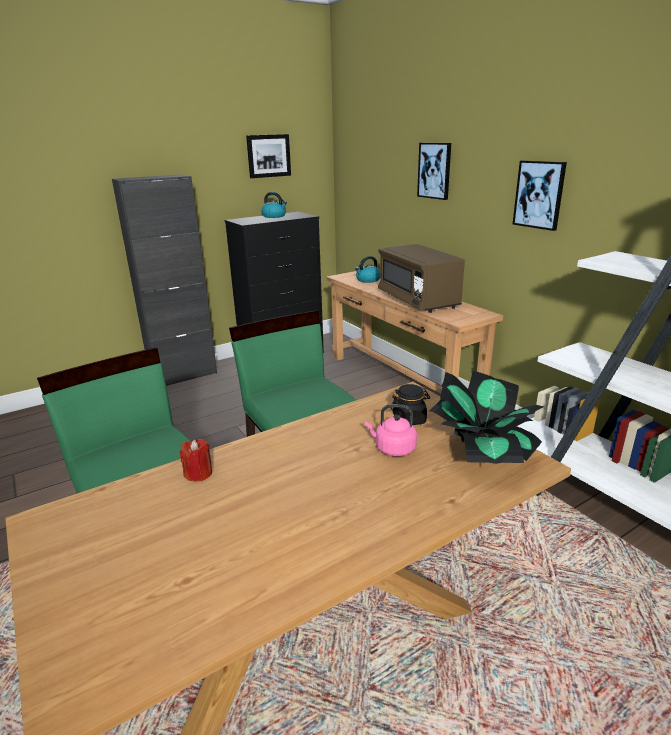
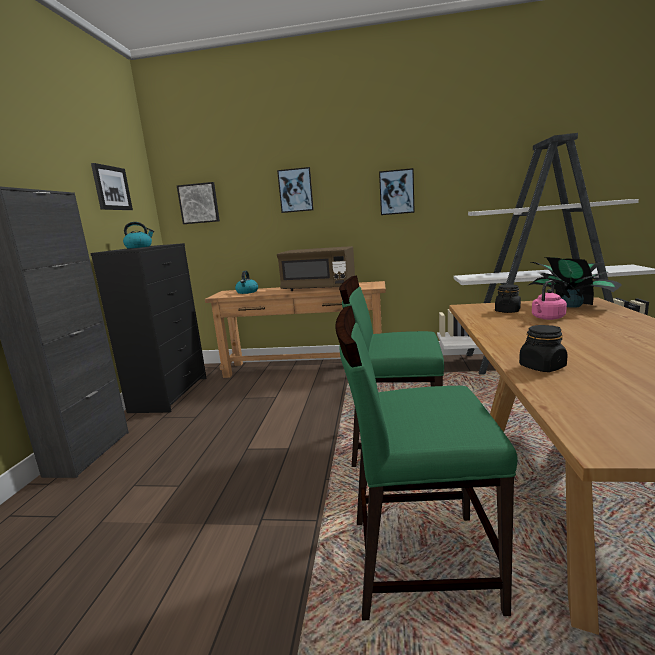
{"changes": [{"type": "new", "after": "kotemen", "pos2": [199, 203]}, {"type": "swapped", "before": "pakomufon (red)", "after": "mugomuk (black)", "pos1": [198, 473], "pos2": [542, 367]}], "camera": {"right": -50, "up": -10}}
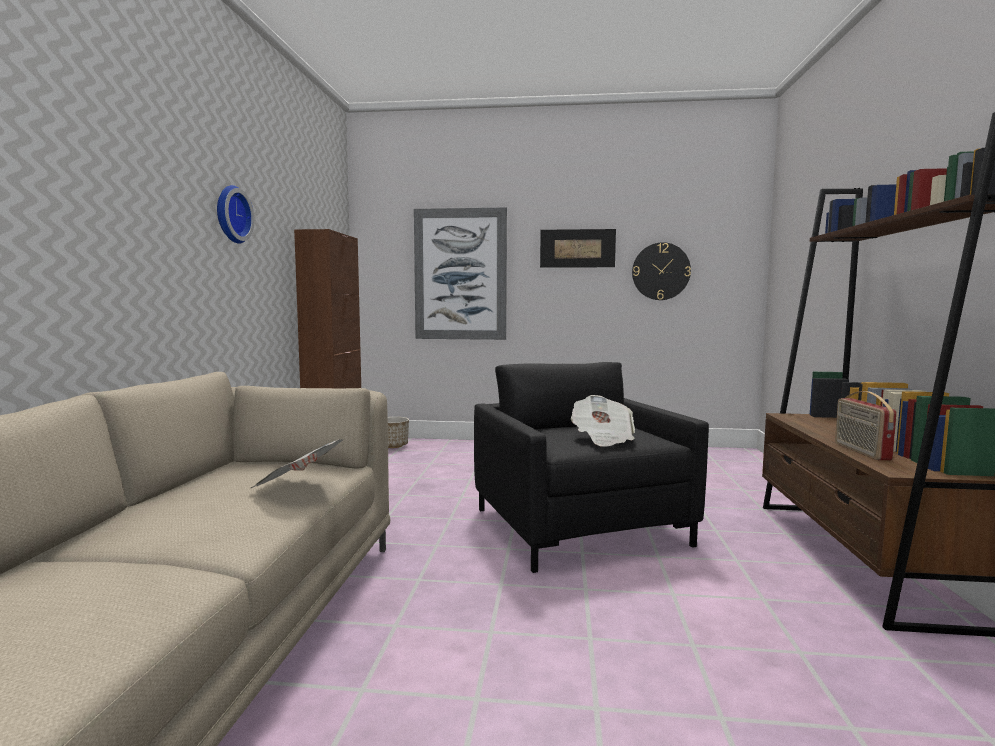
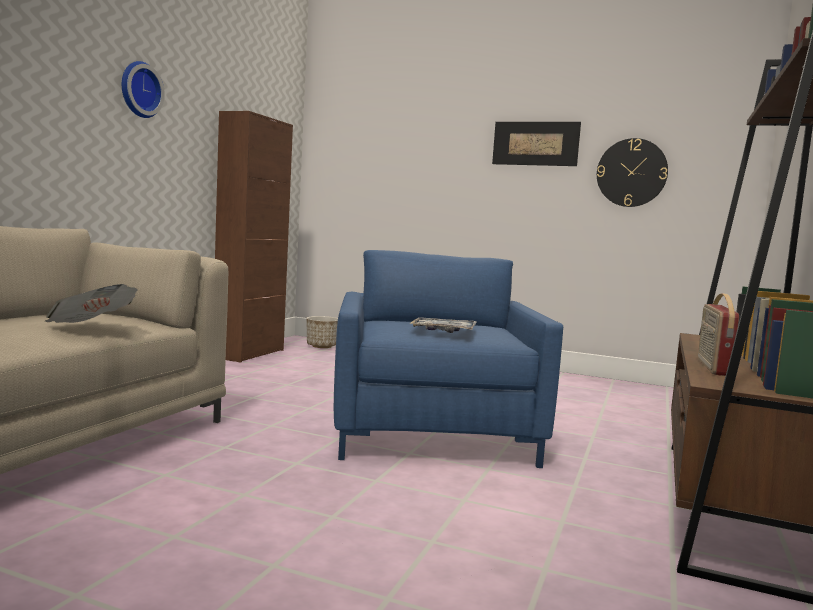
{"changes": [{"type": "repainted", "before": "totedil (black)", "after": "totedil (blue)", "pos1": [579, 527], "pos2": [432, 433]}, {"type": "swapped", "before": "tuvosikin", "after": "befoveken", "pos1": [602, 438], "pos2": [443, 331]}, {"type": "gone", "before": "kotemen", "pos1": [460, 274]}], "camera": {"right": 15, "up": 0}}
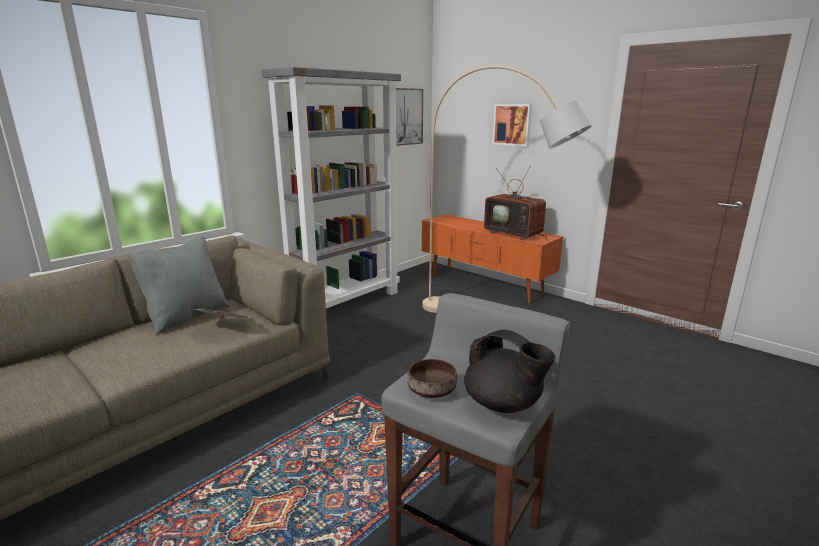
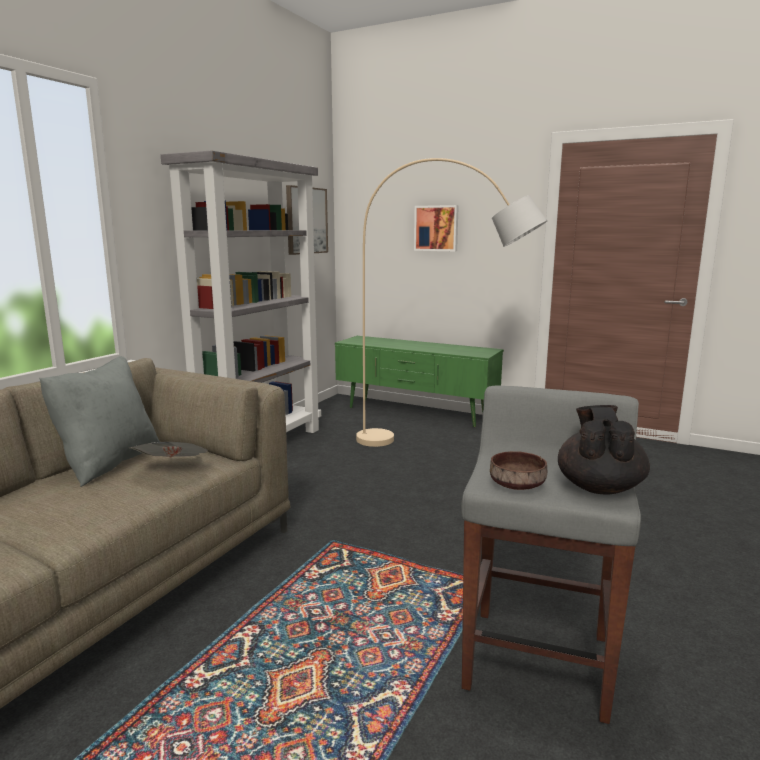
{"changes": [{"type": "repainted", "before": "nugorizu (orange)", "after": "nugorizu (green)", "pos1": [484, 284], "pos2": [415, 413]}, {"type": "rotated", "before": "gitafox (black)", "pos1": [503, 404], "pos2": [599, 487], "turn": -105}, {"type": "gone", "before": "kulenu", "pos1": [515, 234]}], "camera": {"right": -15, "up": -5}}
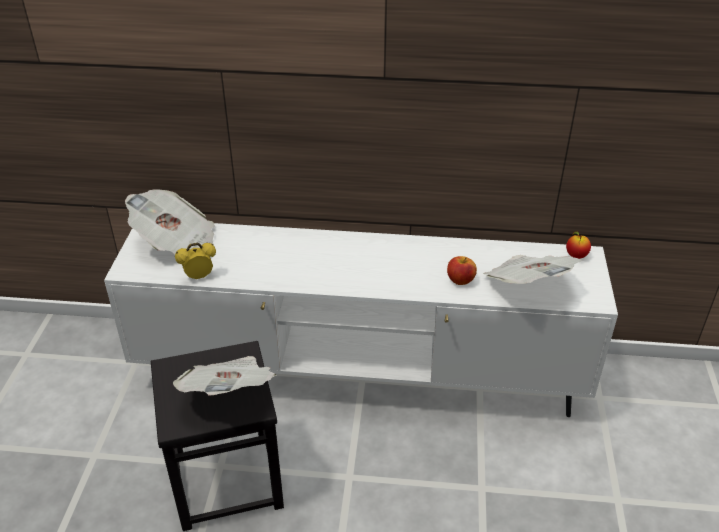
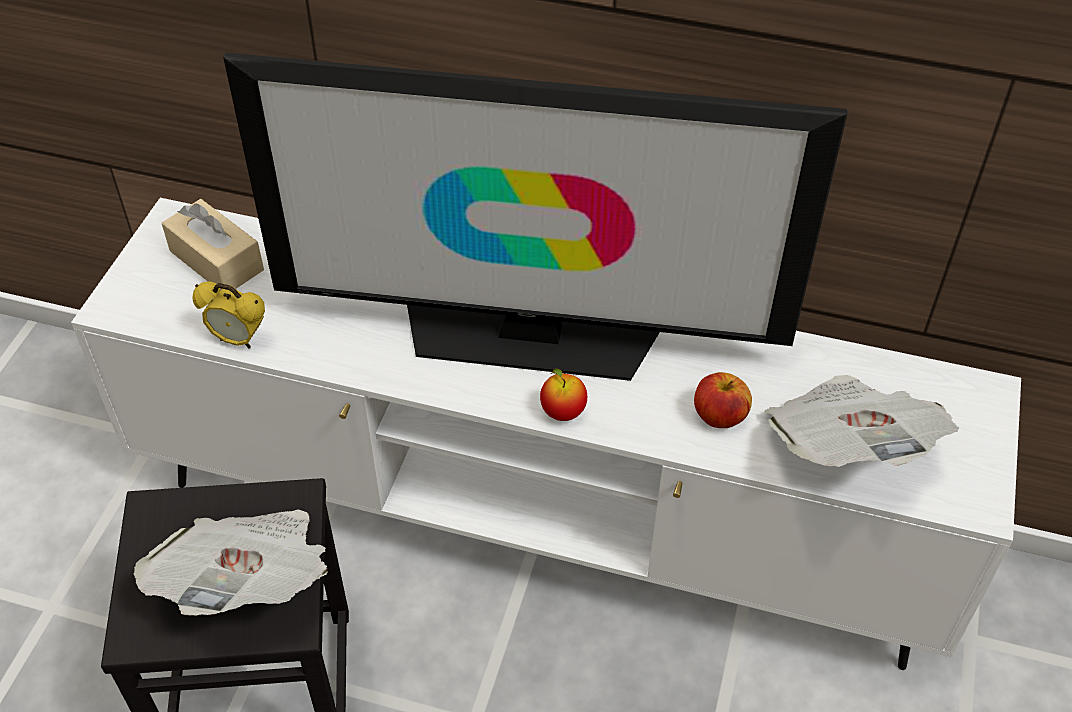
{"changes": [{"type": "swapped", "before": "tuvosikin", "after": "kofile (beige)", "pos1": [177, 243], "pos2": [216, 260]}, {"type": "rotated", "before": "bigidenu", "pos1": [199, 277], "pos2": [238, 340], "turn": -150}, {"type": "new", "after": "kulenu", "pos2": [530, 334]}, {"type": "shifted", "before": "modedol", "pos1": [576, 256], "pos2": [562, 412]}], "camera": {"right": 10, "up": 10}}
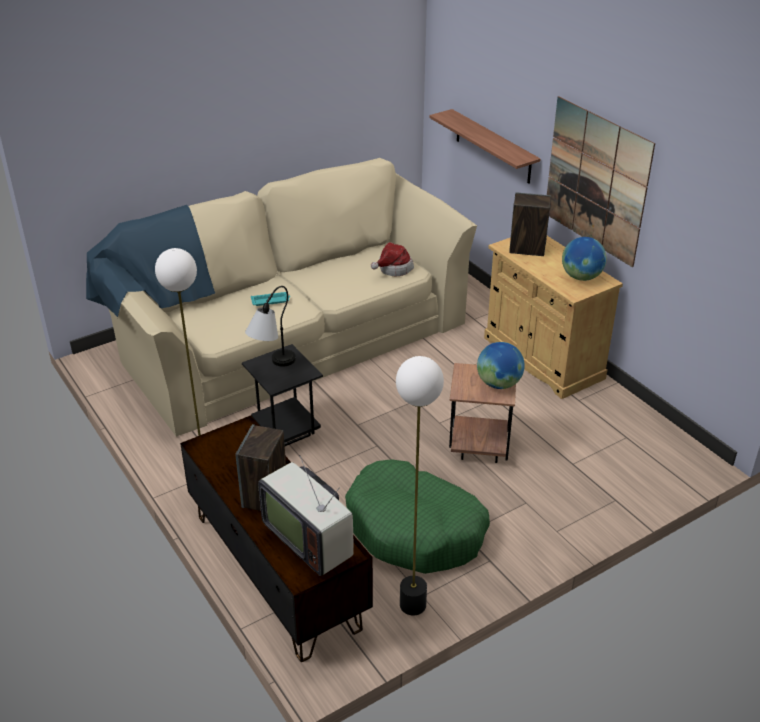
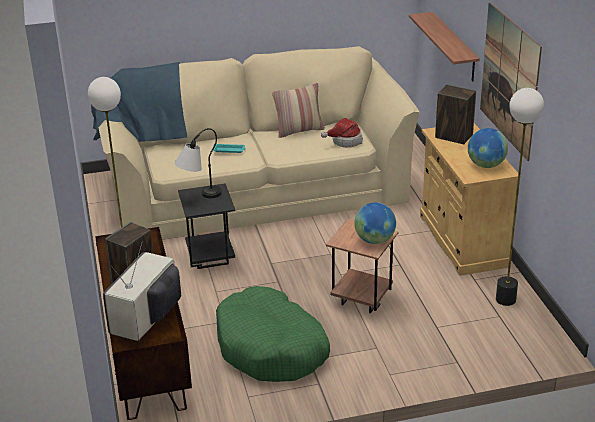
{"changes": [{"type": "rotated", "before": "kulenu", "pos1": [310, 538], "pos2": [148, 318], "turn": 45}, {"type": "new", "after": "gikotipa", "pos2": [299, 131]}, {"type": "shifted", "before": "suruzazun", "pos1": [413, 604], "pos2": [506, 299]}], "camera": {"right": 20, "up": -5}}
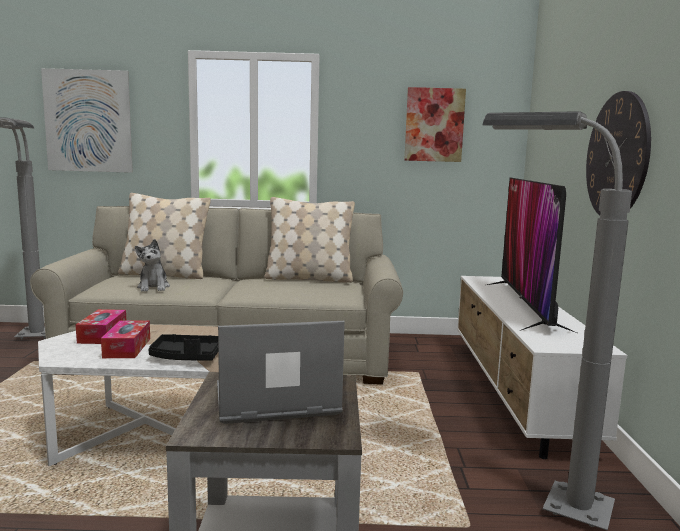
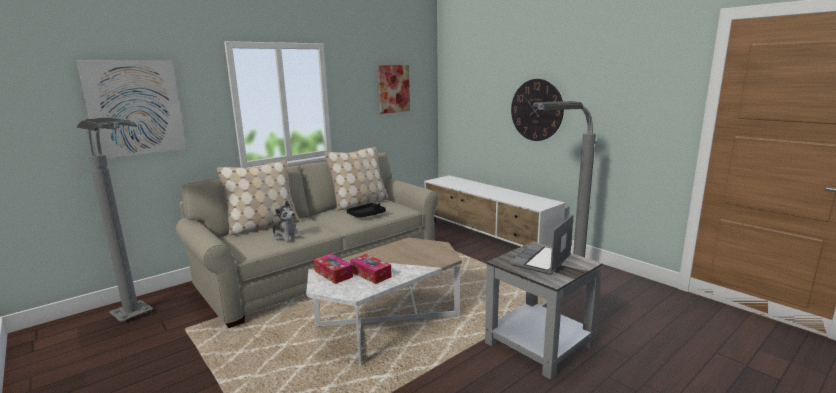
{"changes": [{"type": "shifted", "before": "befoveken (black)", "pos1": [186, 357], "pos2": [366, 215]}, {"type": "gone", "before": "kulenu", "pos1": [526, 305]}], "camera": {"right": -40, "up": 5}}
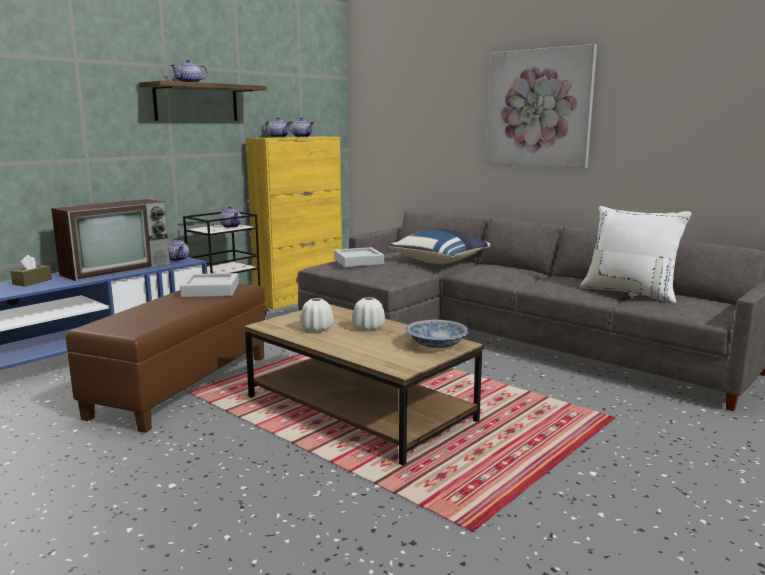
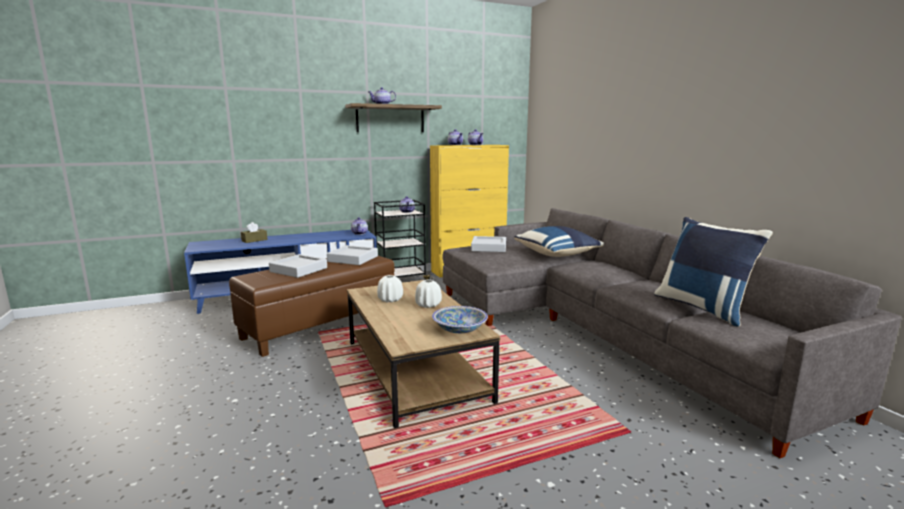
{"changes": [{"type": "new", "after": "befoveken (grey)", "pos2": [298, 270]}, {"type": "repainted", "before": "gikotipa (white)", "after": "gikotipa (blue)", "pos1": [630, 293], "pos2": [703, 308]}, {"type": "gone", "before": "kulenu", "pos1": [118, 269]}, {"type": "gone", "before": "kotemen", "pos1": [539, 108]}], "camera": {"right": 25, "up": 0}}
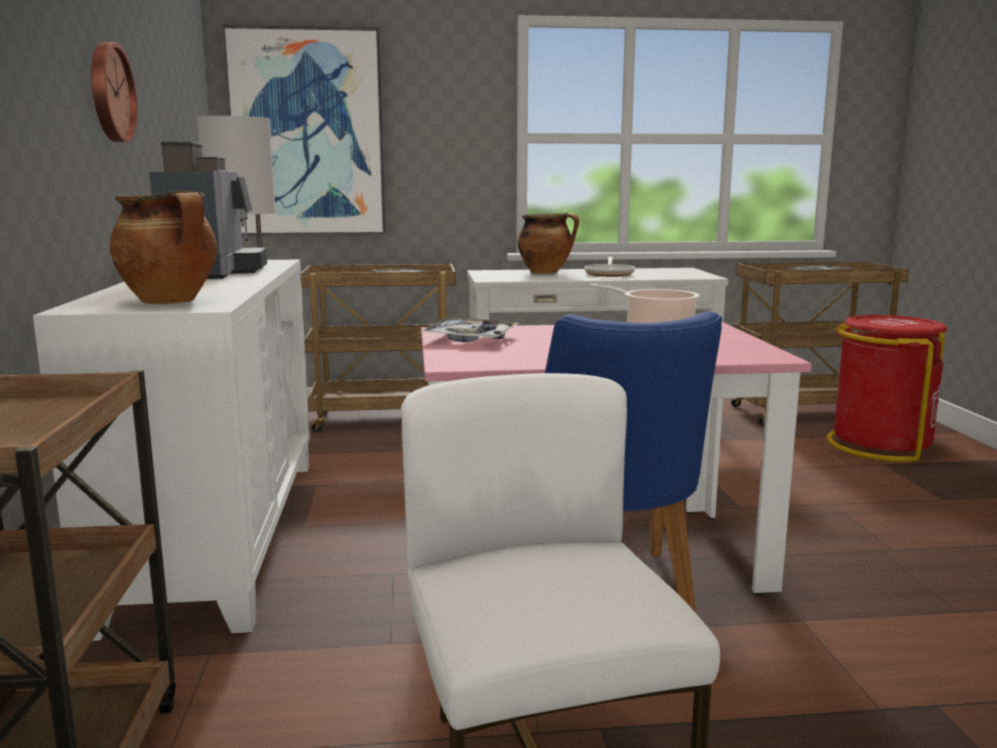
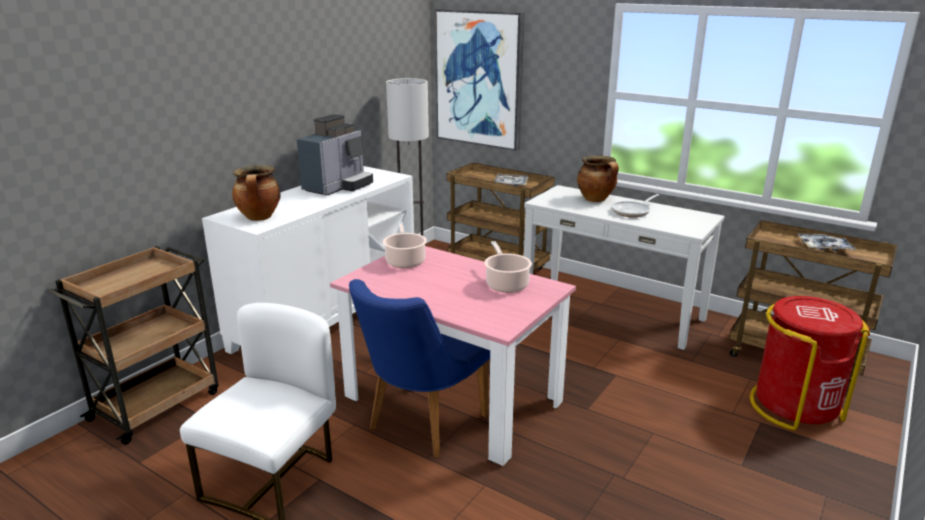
{"changes": [{"type": "swapped", "before": "befoveken", "after": "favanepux", "pos1": [470, 339], "pos2": [405, 261]}, {"type": "gone", "before": "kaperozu", "pos1": [109, 93]}], "camera": {"right": 40, "up": 10}}
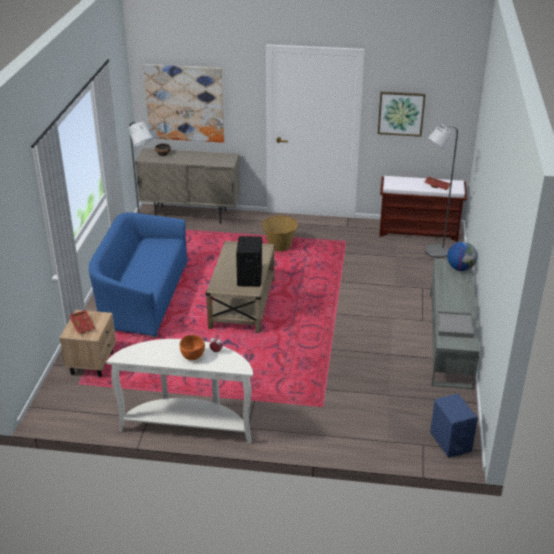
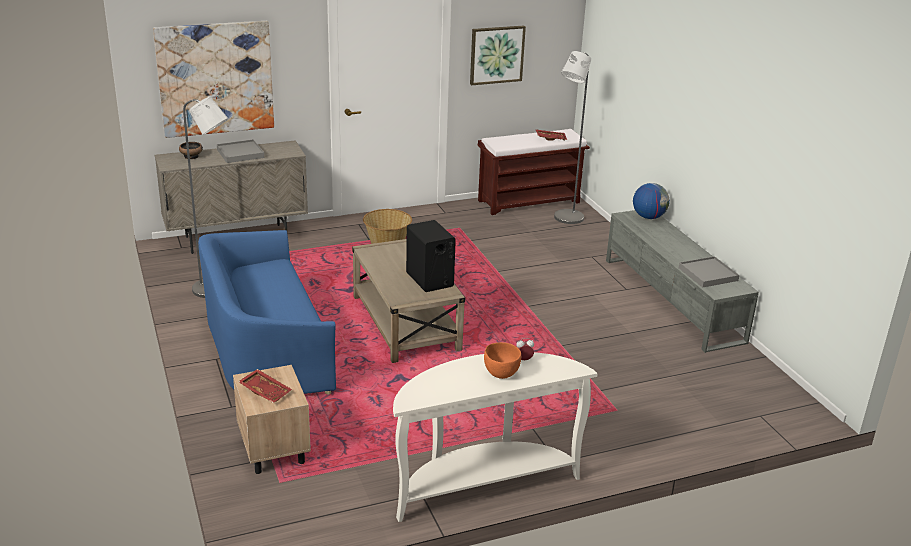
{"changes": [{"type": "new", "after": "befoveken (grey)", "pos2": [240, 153]}, {"type": "gone", "before": "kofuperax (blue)", "pos1": [450, 442]}], "camera": {"right": -30, "up": -5}}
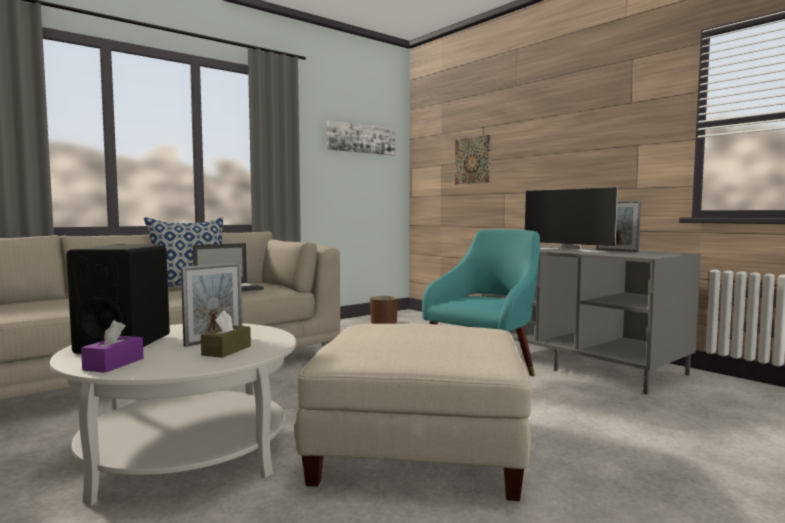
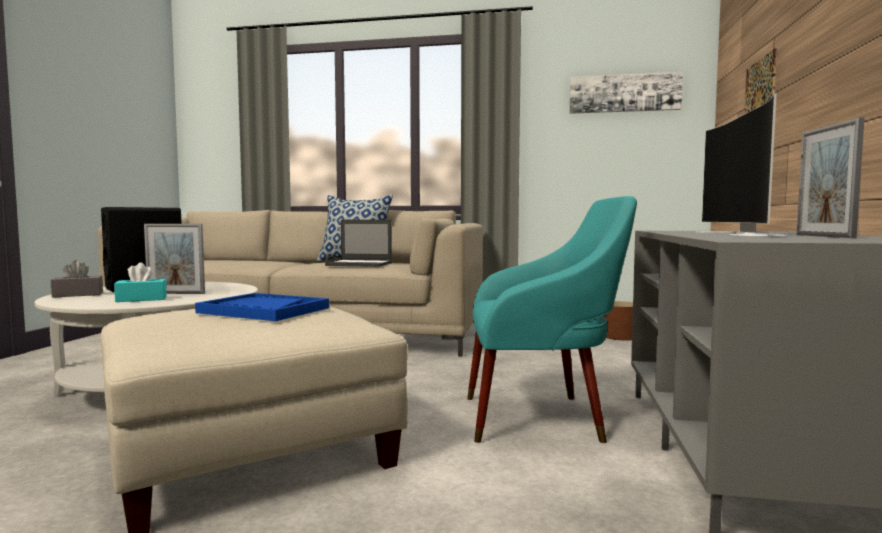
{"changes": [{"type": "repainted", "before": "kofile (purple)", "after": "kofile (grey)", "pos1": [114, 364], "pos2": [78, 295]}, {"type": "repainted", "before": "kofile (brown)", "after": "kofile (turquoise)", "pos1": [226, 350], "pos2": [141, 299]}, {"type": "new", "after": "befoveken (blue)", "pos2": [263, 310]}], "camera": {"right": 50, "up": 0}}
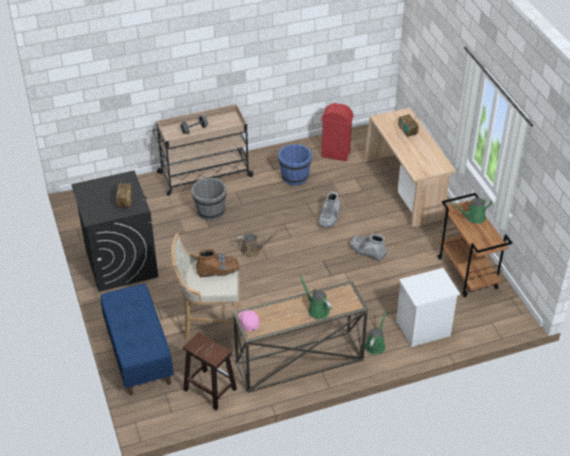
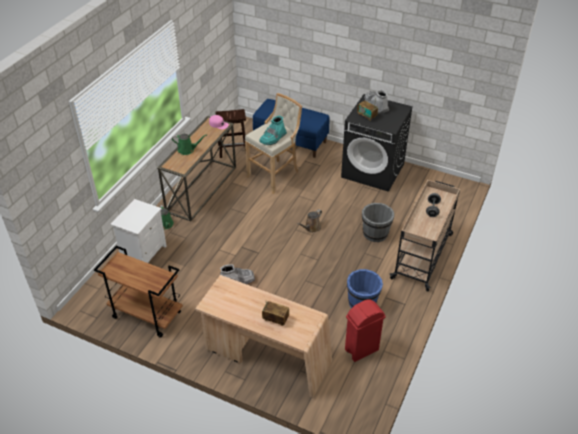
{"changes": [{"type": "repainted", "before": "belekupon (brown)", "after": "belekupon (turquoise)", "pos1": [218, 269], "pos2": [273, 138]}, {"type": "shifted", "before": "belekupon (grey)", "pos1": [329, 218], "pos2": [375, 105]}, {"type": "gone", "before": "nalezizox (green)", "pos1": [473, 217]}], "camera": {"right": 135, "up": 0}}
